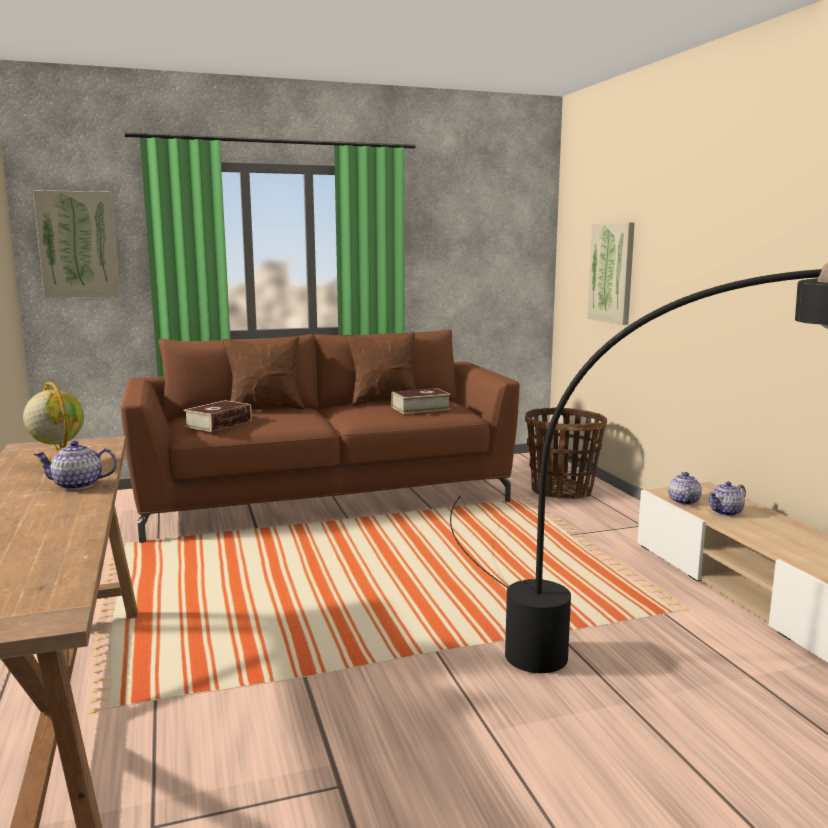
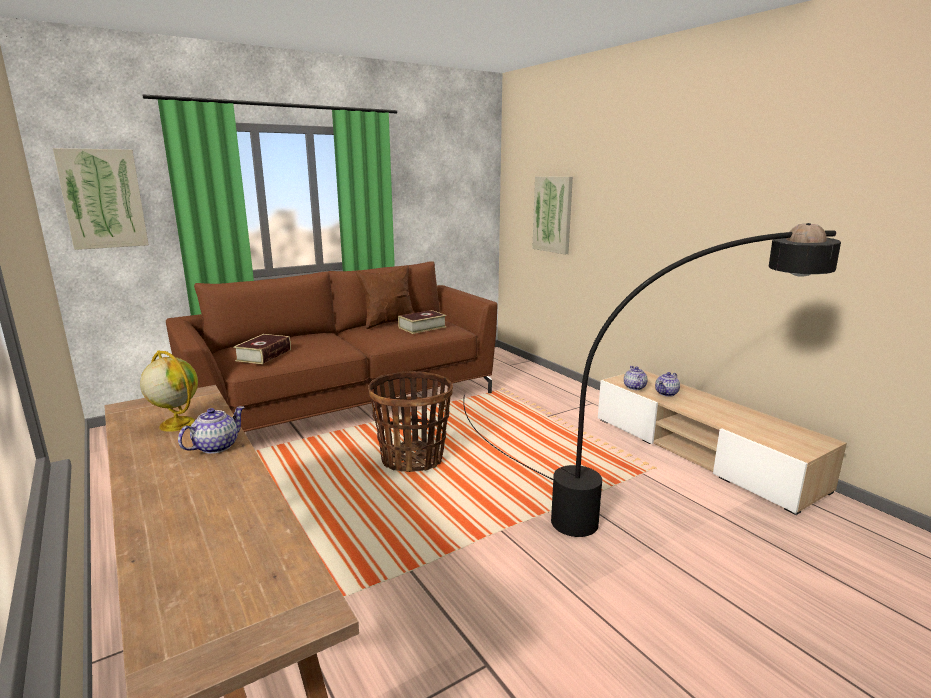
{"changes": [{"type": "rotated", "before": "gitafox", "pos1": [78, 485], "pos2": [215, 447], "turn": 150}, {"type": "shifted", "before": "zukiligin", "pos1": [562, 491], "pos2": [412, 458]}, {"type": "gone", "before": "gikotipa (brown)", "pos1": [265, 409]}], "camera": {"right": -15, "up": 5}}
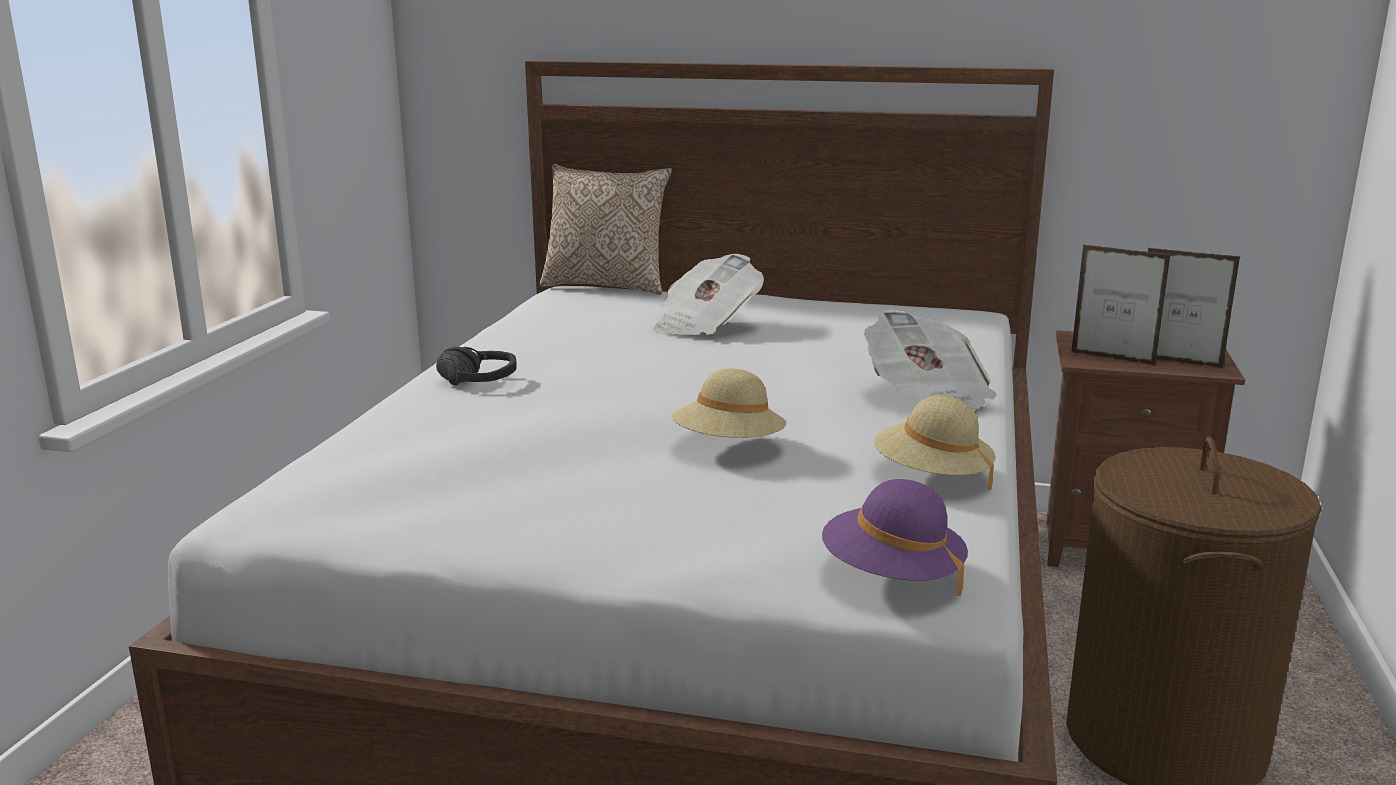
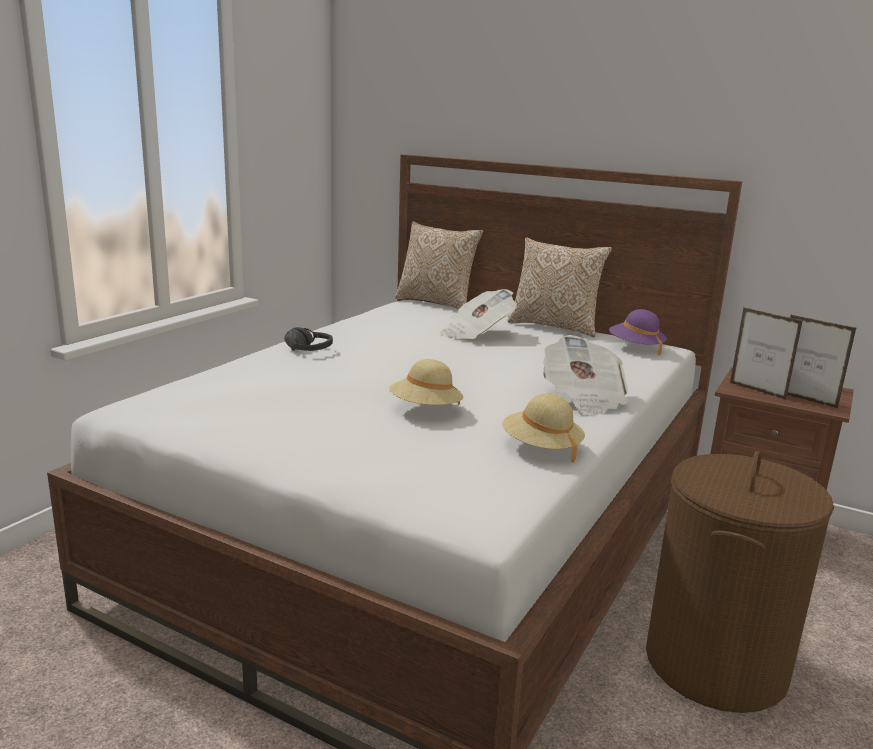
{"changes": [{"type": "new", "after": "gikotipa", "pos2": [555, 326]}, {"type": "shifted", "before": "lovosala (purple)", "pos1": [892, 575], "pos2": [635, 348]}], "camera": {"right": 15, "up": 0}}
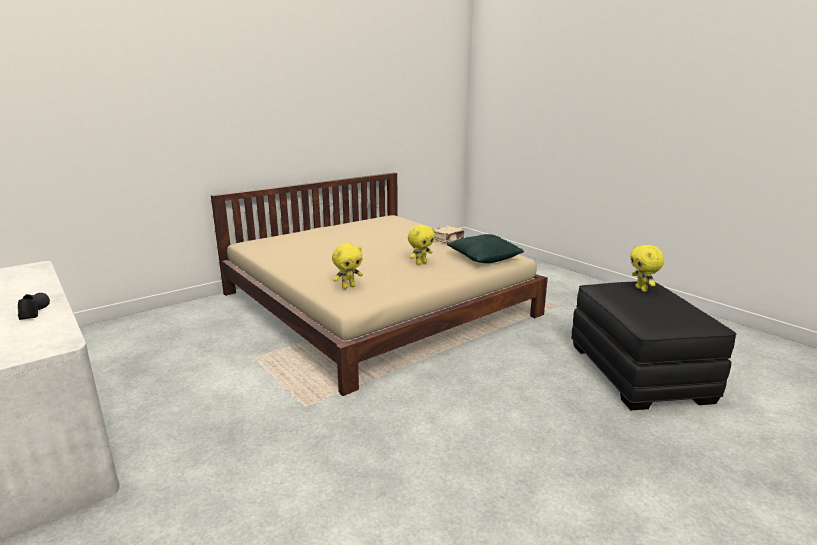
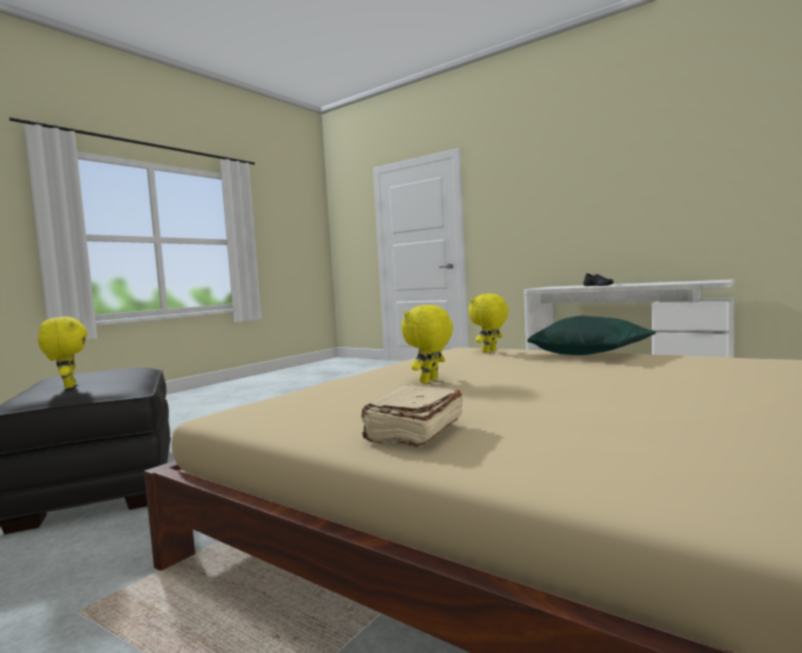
{"changes": [{"type": "shifted", "before": "gikotipa (green)", "pos1": [483, 258], "pos2": [591, 354]}], "camera": {"right": 165, "up": -15}}
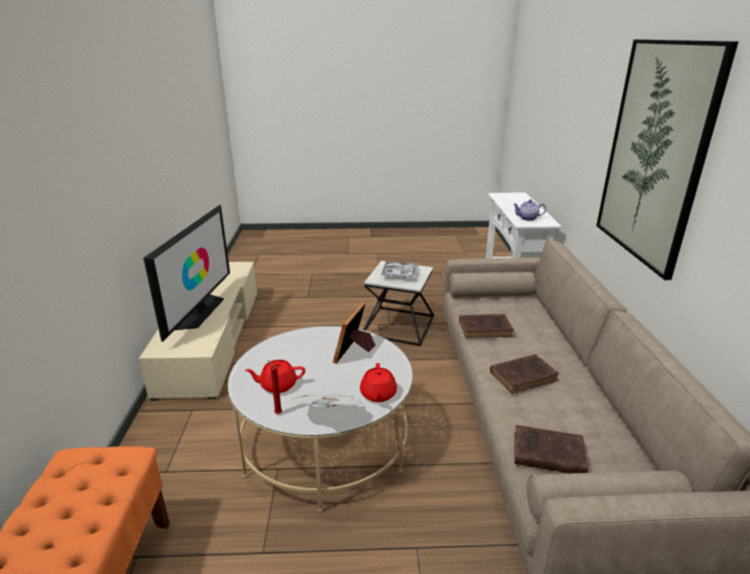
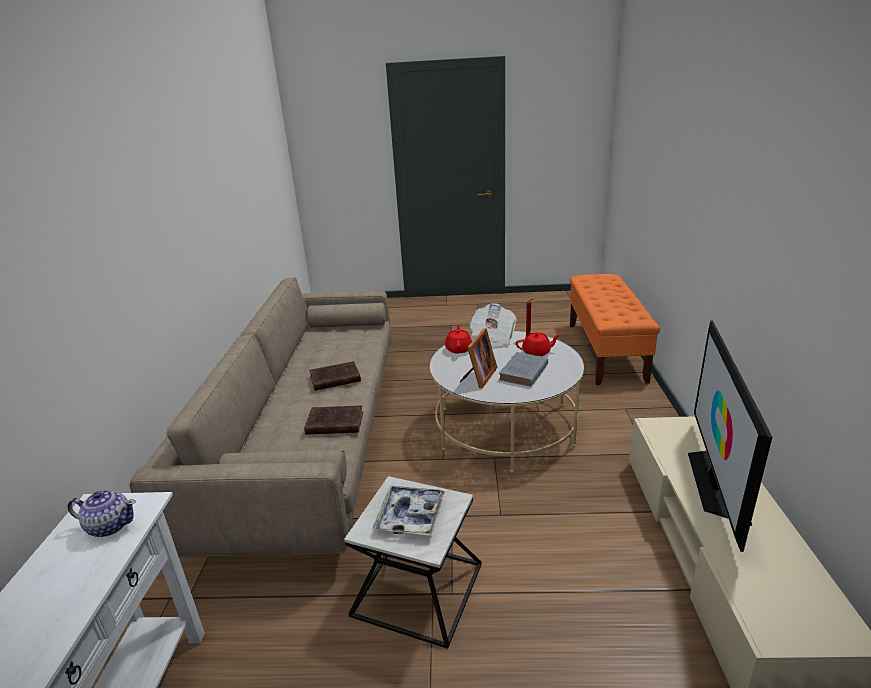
{"changes": [{"type": "new", "after": "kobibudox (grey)", "pos2": [523, 373]}, {"type": "gone", "before": "kobibudox (brown)", "pos1": [546, 453]}, {"type": "gone", "before": "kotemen", "pos1": [655, 154]}], "camera": {"right": -175, "up": 0}}
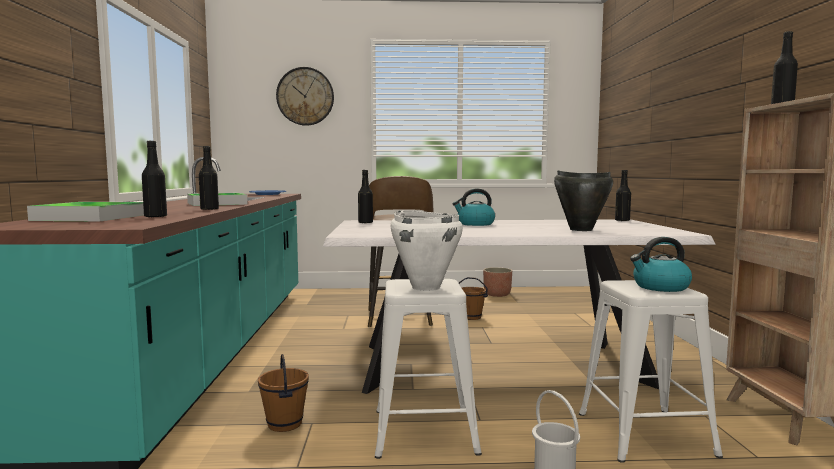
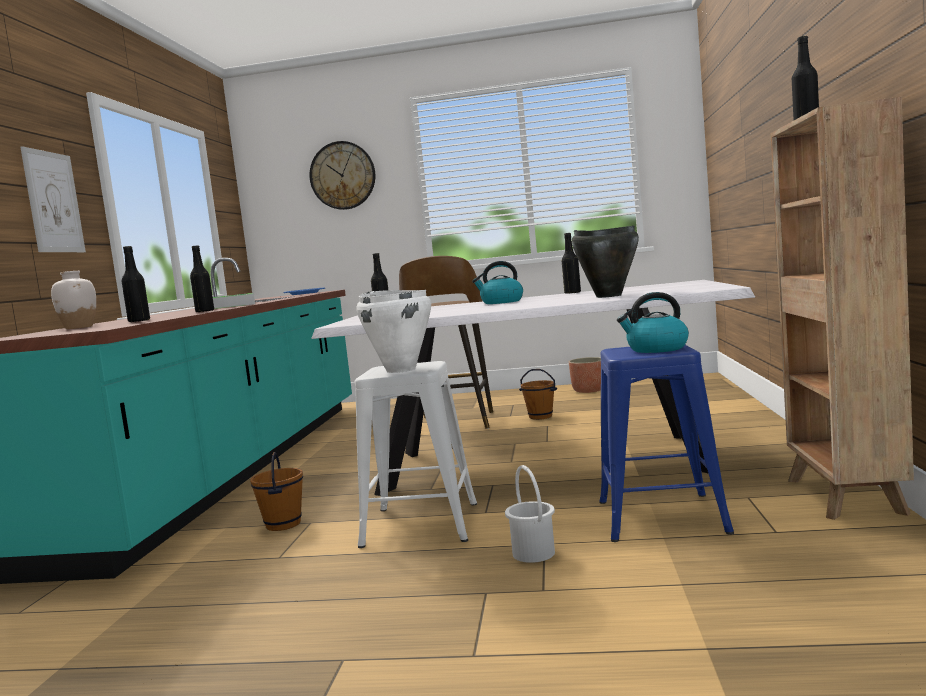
{"changes": [{"type": "new", "after": "kotemen", "pos2": [53, 202]}, {"type": "swapped", "before": "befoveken", "after": "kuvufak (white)", "pos1": [90, 217], "pos2": [79, 327]}, {"type": "shifted", "before": "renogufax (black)", "pos1": [622, 220], "pos2": [572, 293]}, {"type": "repainted", "before": "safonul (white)", "after": "safonul (blue)", "pos1": [644, 433], "pos2": [660, 516]}], "camera": {"right": 10, "up": 0}}
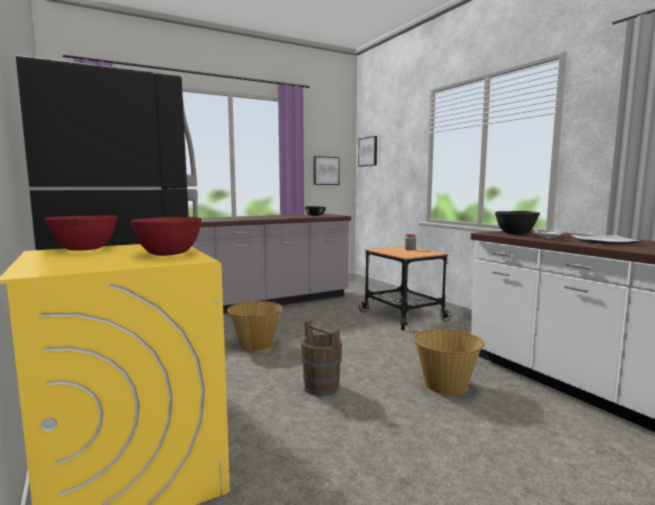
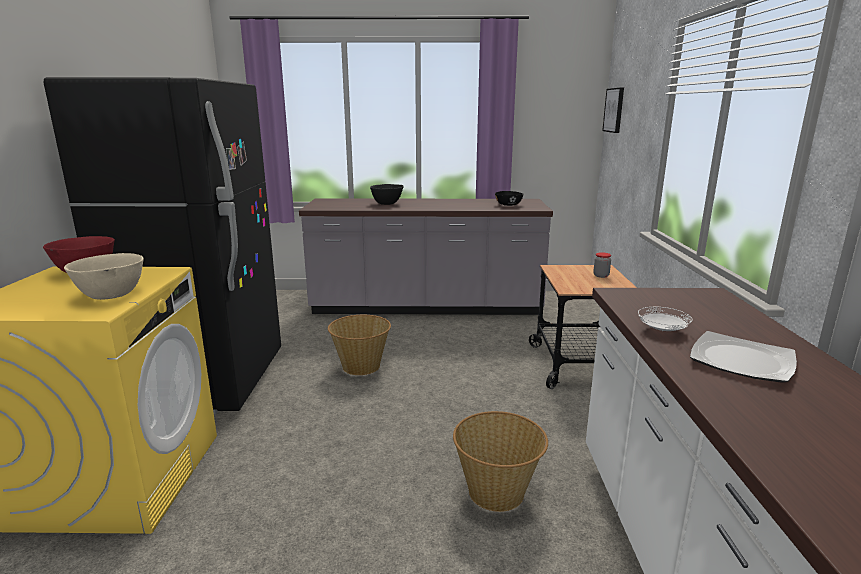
{"changes": [{"type": "repainted", "before": "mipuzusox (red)", "after": "mipuzusox (beige)", "pos1": [169, 254], "pos2": [111, 296]}, {"type": "shifted", "before": "mipuzusox (black)", "pos1": [515, 233], "pos2": [387, 203]}, {"type": "gone", "before": "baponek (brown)", "pos1": [321, 387]}, {"type": "gone", "before": "kotemen", "pos1": [326, 170]}], "camera": {"right": 30, "up": 10}}
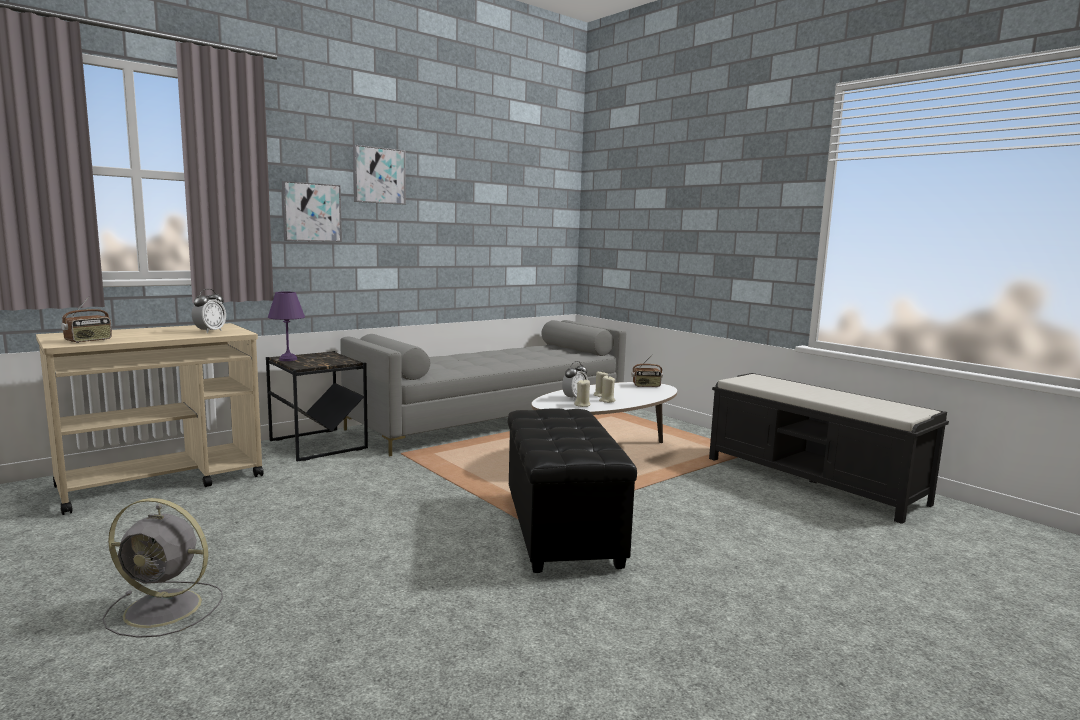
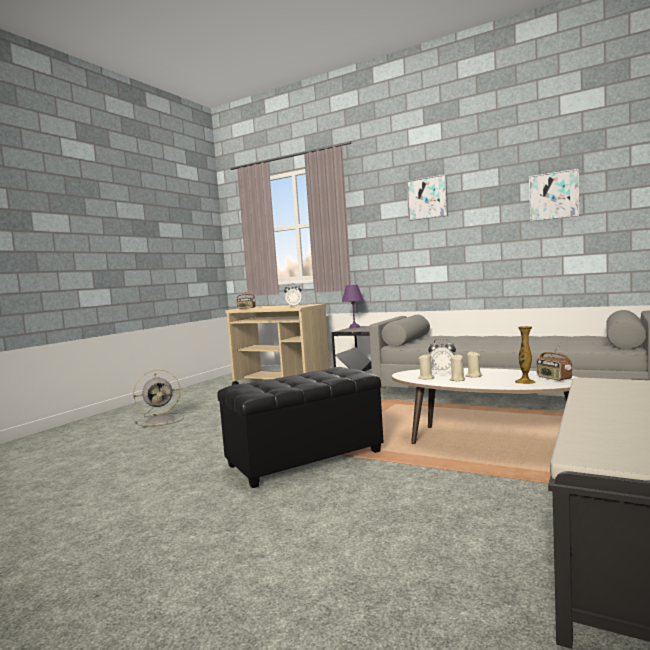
{"changes": [{"type": "rotated", "before": "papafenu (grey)", "pos1": [166, 609], "pos2": [162, 420], "turn": -105}, {"type": "new", "after": "kuvufak", "pos2": [525, 382]}, {"type": "shifted", "before": "kotemen", "pos1": [311, 212], "pos2": [554, 196]}], "camera": {"right": 70, "up": -5}}
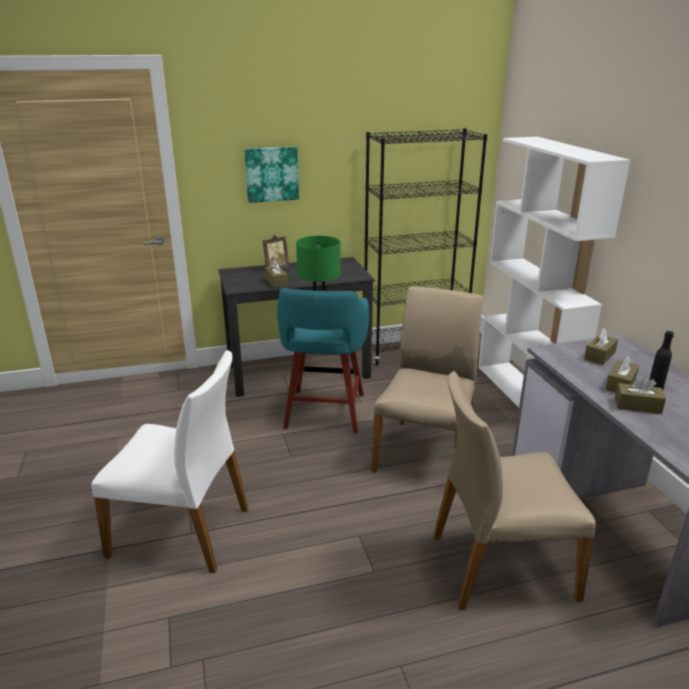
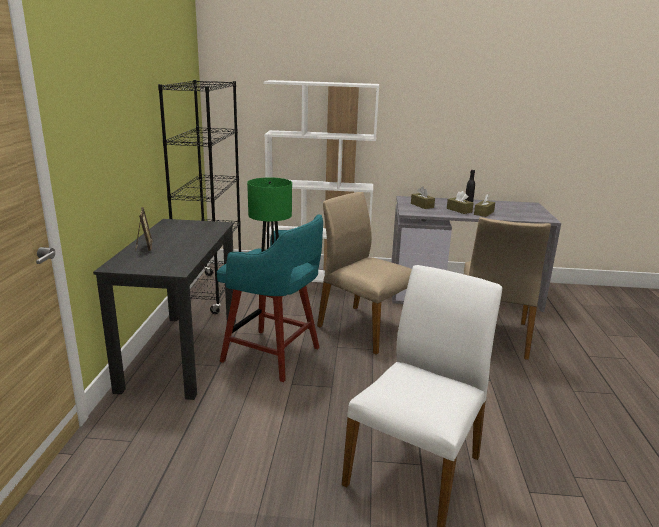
{"changes": [{"type": "gone", "before": "kotemen", "pos1": [271, 174]}, {"type": "gone", "before": "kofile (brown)", "pos1": [276, 282]}], "camera": {"right": -70, "up": -5}}
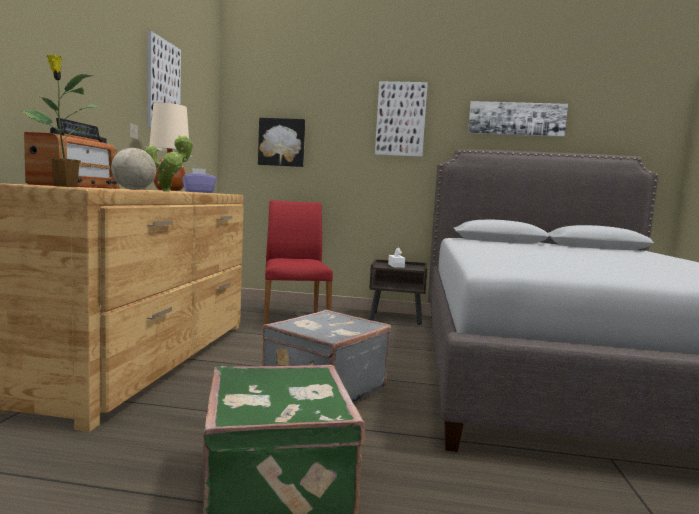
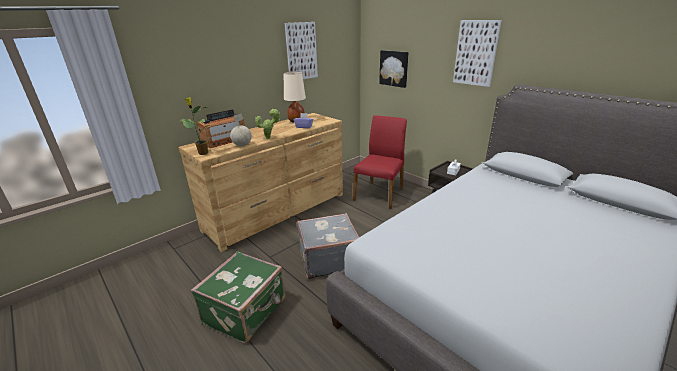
{"changes": [{"type": "gone", "before": "kotemen", "pos1": [516, 119]}], "camera": {"right": 40, "up": 20}}
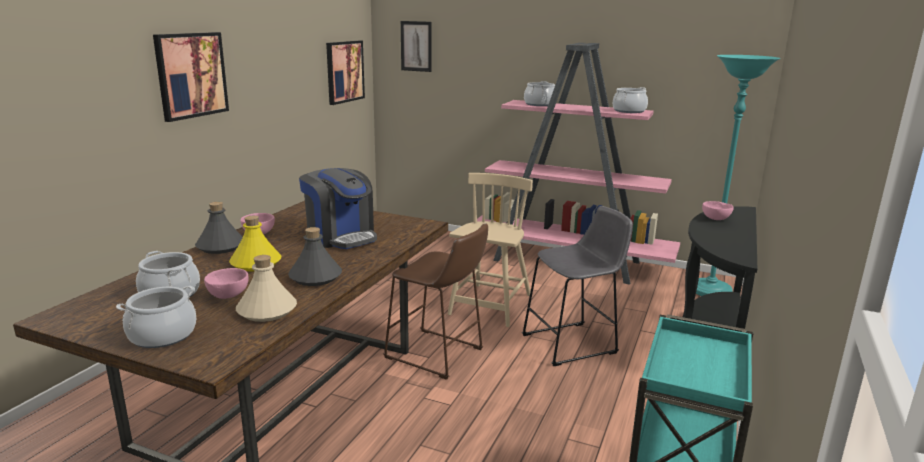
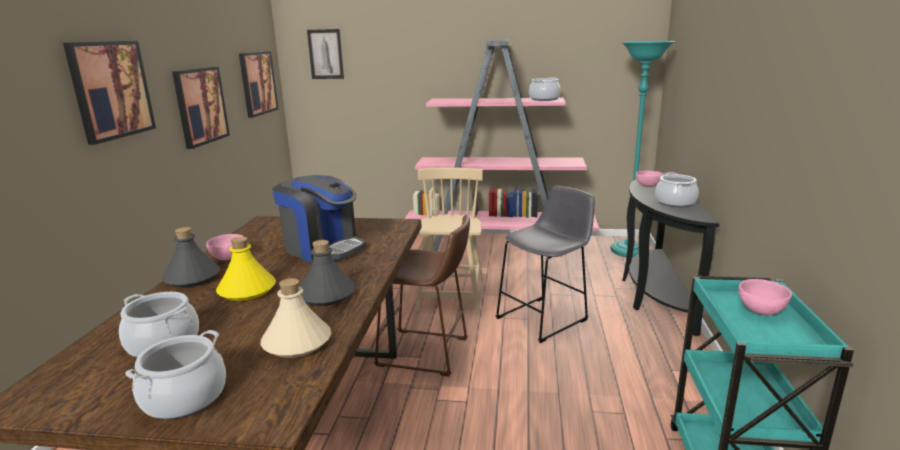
{"changes": [{"type": "new", "after": "kotemen", "pos2": [200, 106]}, {"type": "shifted", "before": "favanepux", "pos1": [539, 104], "pos2": [675, 202]}, {"type": "shifted", "before": "mipuzusox (pink)", "pos1": [227, 295], "pos2": [760, 311]}], "camera": {"right": -15, "up": 0}}
